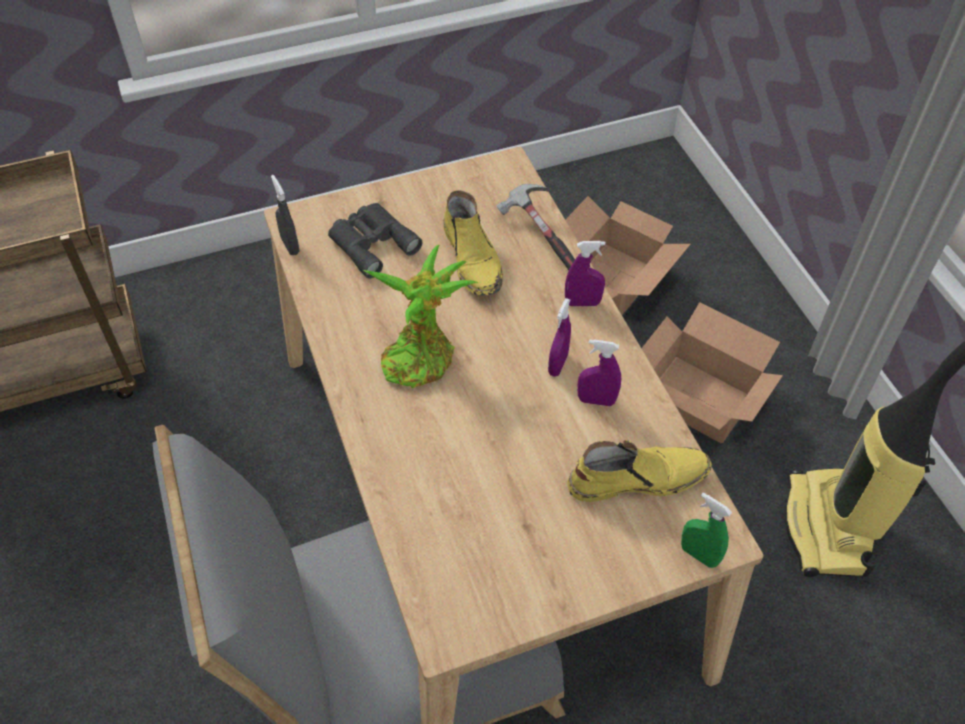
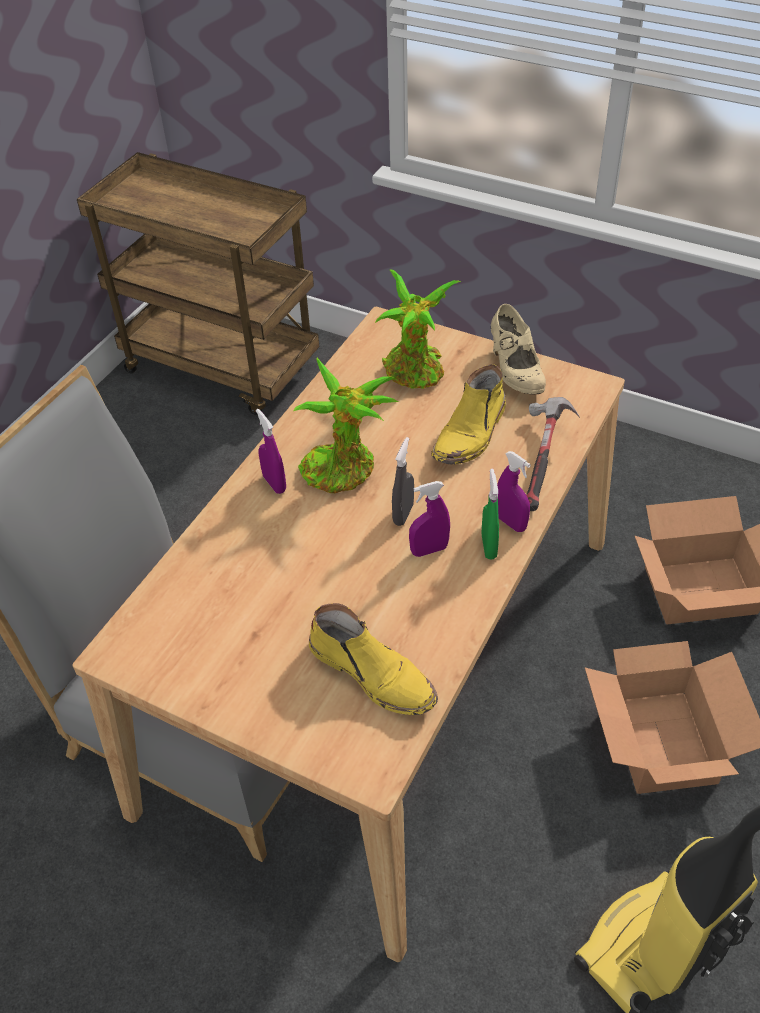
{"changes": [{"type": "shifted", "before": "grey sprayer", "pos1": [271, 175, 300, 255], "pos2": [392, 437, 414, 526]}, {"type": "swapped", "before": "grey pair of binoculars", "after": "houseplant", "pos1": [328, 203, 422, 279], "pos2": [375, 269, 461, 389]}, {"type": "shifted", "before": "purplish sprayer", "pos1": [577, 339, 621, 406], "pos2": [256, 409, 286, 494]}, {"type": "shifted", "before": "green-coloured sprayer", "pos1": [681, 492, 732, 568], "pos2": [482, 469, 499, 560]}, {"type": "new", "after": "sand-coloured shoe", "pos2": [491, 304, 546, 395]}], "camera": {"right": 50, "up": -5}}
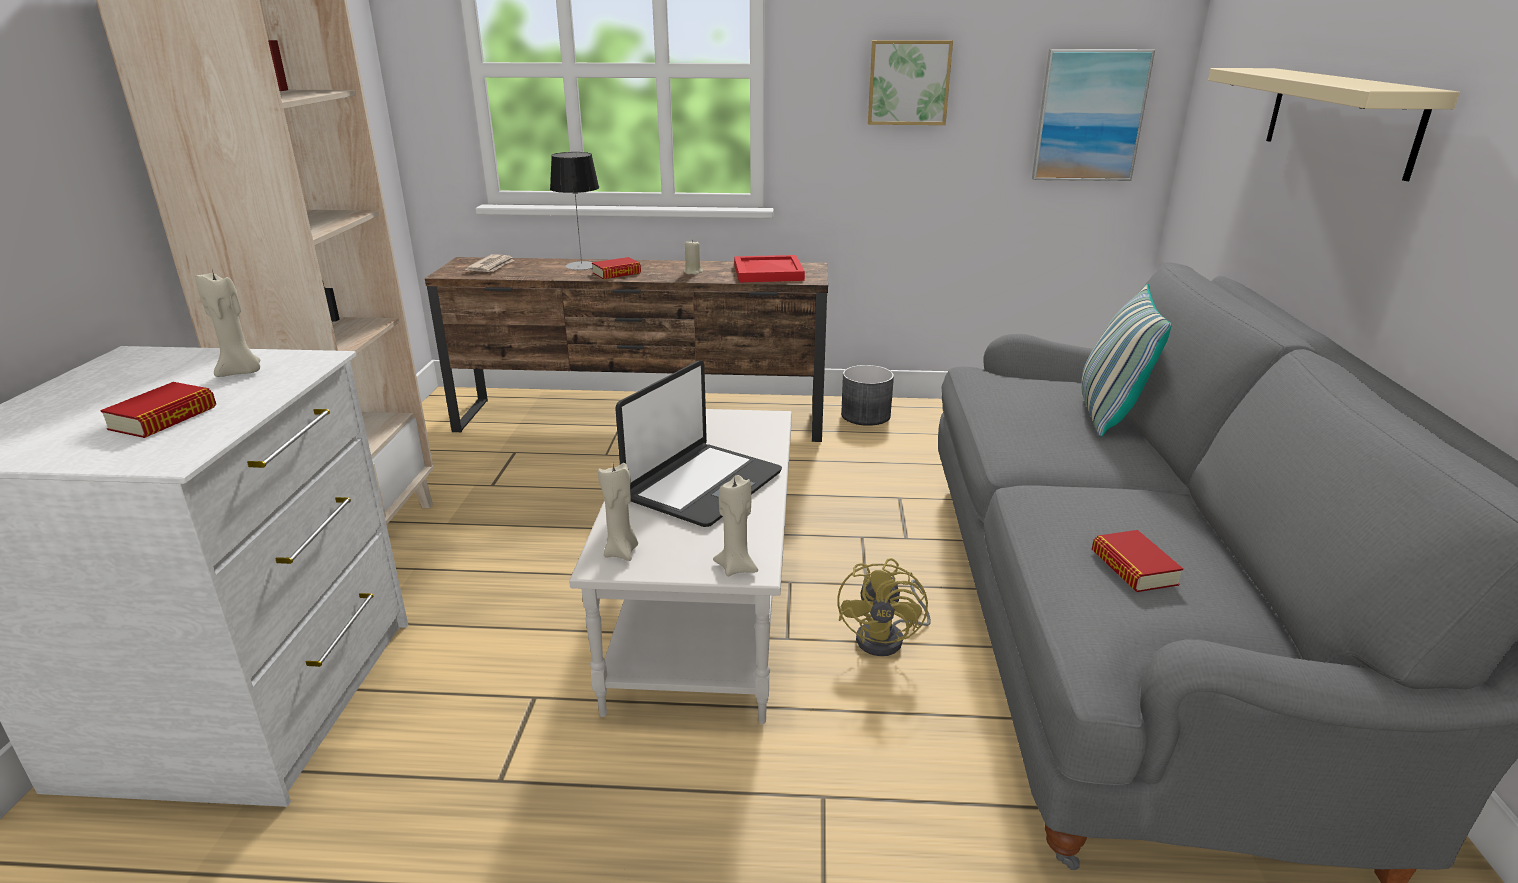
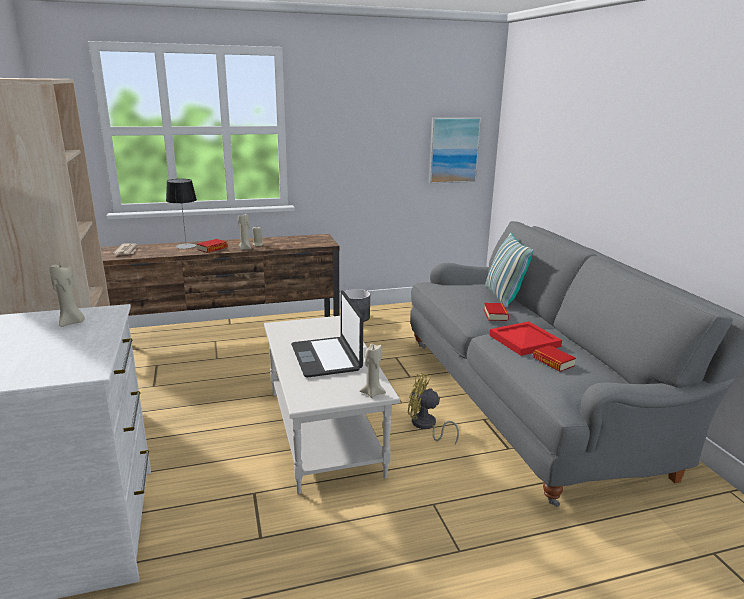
{"changes": [{"type": "gone", "before": "wall picture", "pos1": [868, 40, 953, 125]}, {"type": "gone", "before": "sand-coloured shelf", "pos1": [1208, 68, 1460, 181]}, {"type": "shifted", "before": "red-coloured tray", "pos1": [734, 255, 805, 283], "pos2": [489, 322, 562, 356]}, {"type": "rotated", "before": "laptop", "pos1": [615, 360, 782, 527], "pos2": [291, 291, 363, 377], "turn": 150}, {"type": "shifted", "before": "bound book", "pos1": [100, 382, 216, 438], "pos2": [484, 303, 509, 321]}, {"type": "shifted", "before": "sand-coloured wax light", "pos1": [598, 463, 638, 561], "pos2": [238, 214, 251, 250]}, {"type": "rotated", "before": "yellow-coloured electric fan", "pos1": [837, 558, 931, 656], "pos2": [408, 373, 459, 444], "turn": 120}], "camera": {"right": -20, "up": -5}}
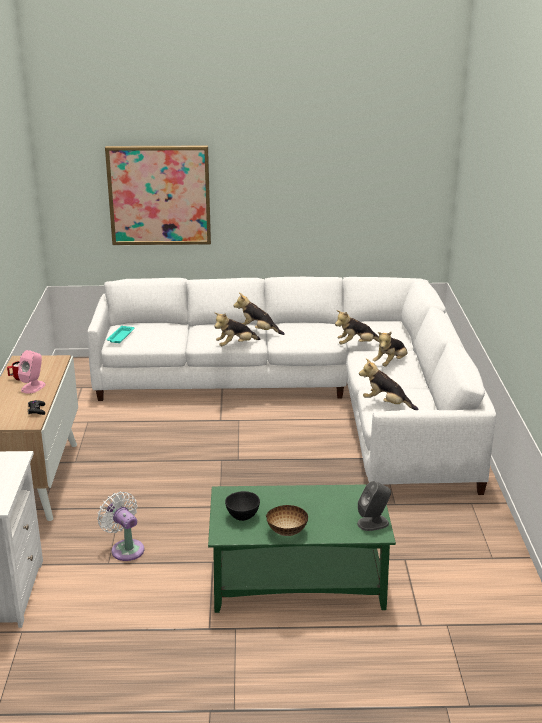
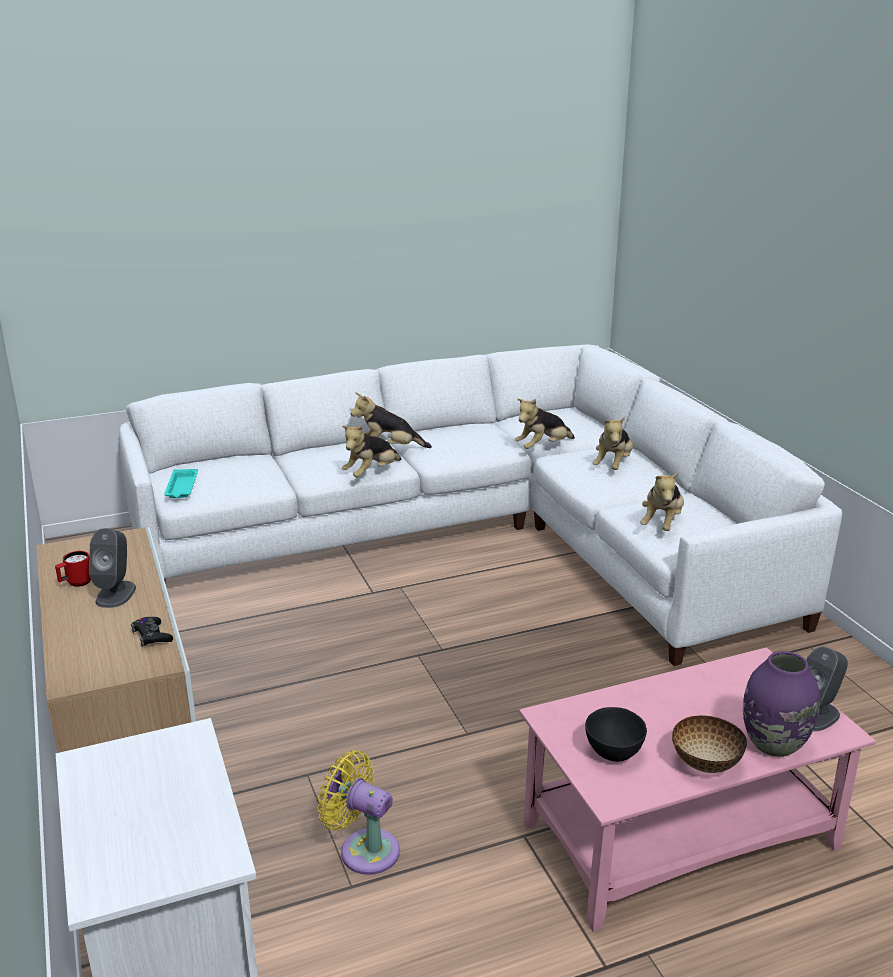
{"changes": [{"type": "gone", "before": "wall picture", "pos1": [105, 145, 211, 245]}, {"type": "repainted", "before": "pink audio speaker", "after": "grey audio speaker", "pos1": [18, 350, 46, 394], "pos2": [89, 528, 136, 608]}, {"type": "rotated", "before": "soft toy", "pos1": [359, 358, 418, 410], "pos2": [640, 471, 684, 531], "turn": -75}, {"type": "repainted", "before": "green-coloured lounge table", "after": "pink lounge table", "pos1": [208, 484, 396, 613], "pos2": [519, 647, 876, 932]}, {"type": "repainted", "before": "white-coloured electric fan", "after": "yellow-coloured electric fan", "pos1": [97, 491, 144, 561], "pos2": [318, 750, 400, 875]}, {"type": "new", "after": "purplish flower vase", "pos2": [743, 651, 820, 757]}], "camera": {"right": -20, "up": 0}}
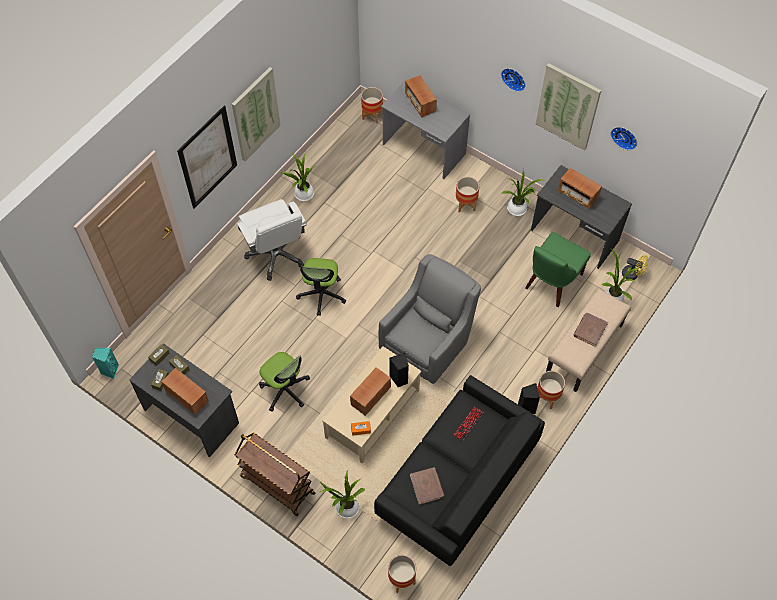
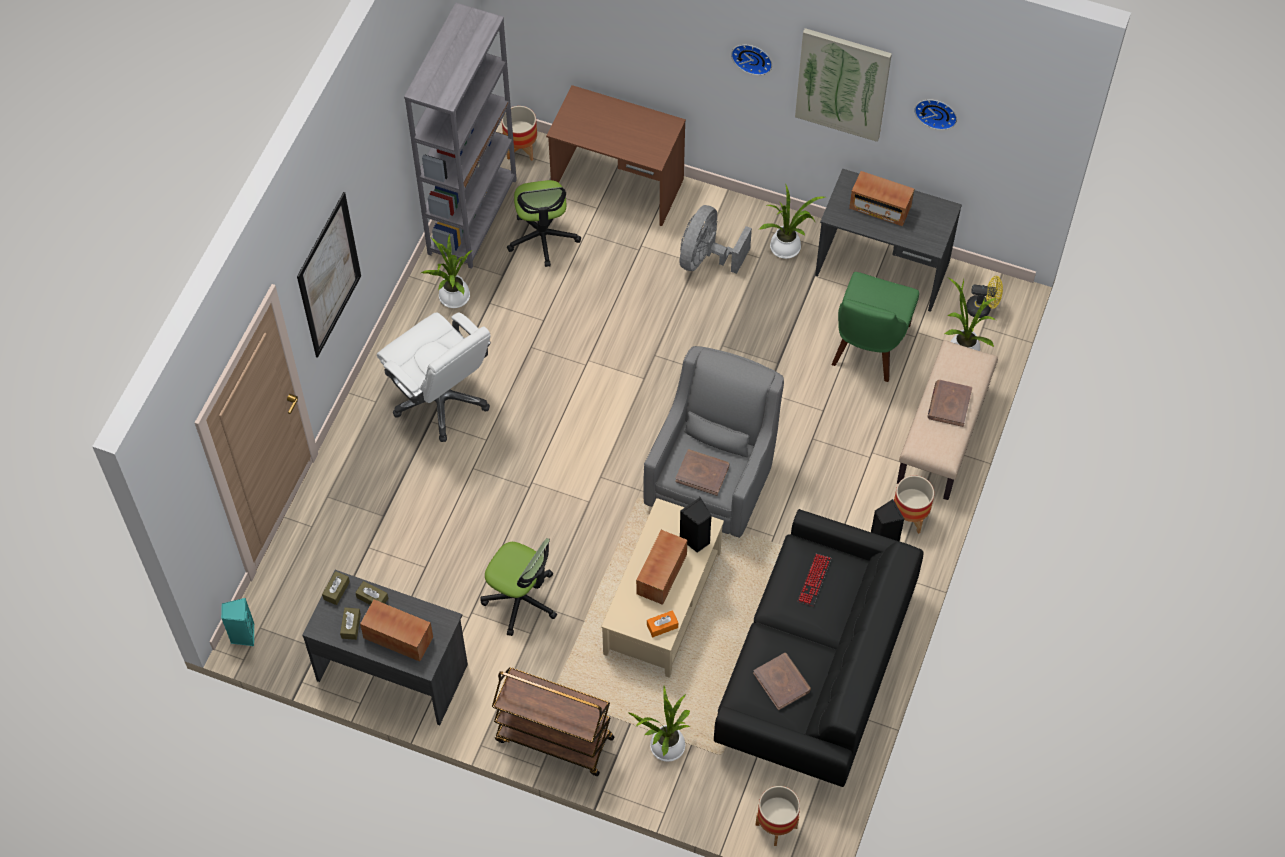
{"changes": [{"type": "gone", "before": "wall picture", "pos1": [232, 67, 281, 161]}, {"type": "gone", "before": "radio set", "pos1": [405, 75, 437, 117]}, {"type": "repainted", "before": "grey desk table", "after": "brown-coloured desk table", "pos1": [381, 79, 470, 179], "pos2": [546, 85, 686, 226]}, {"type": "swapped", "before": "plant pot", "after": "grey electric fan", "pos1": [456, 177, 479, 213], "pos2": [680, 205, 752, 274]}, {"type": "shifted", "before": "desk chair", "pos1": [296, 258, 346, 316], "pos2": [507, 180, 581, 267]}, {"type": "new", "after": "grey bookshelf", "pos2": [404, 3, 517, 269]}, {"type": "new", "after": "brown-coloured bound book", "pos2": [675, 449, 730, 496]}], "camera": {"right": -15, "up": 0}}
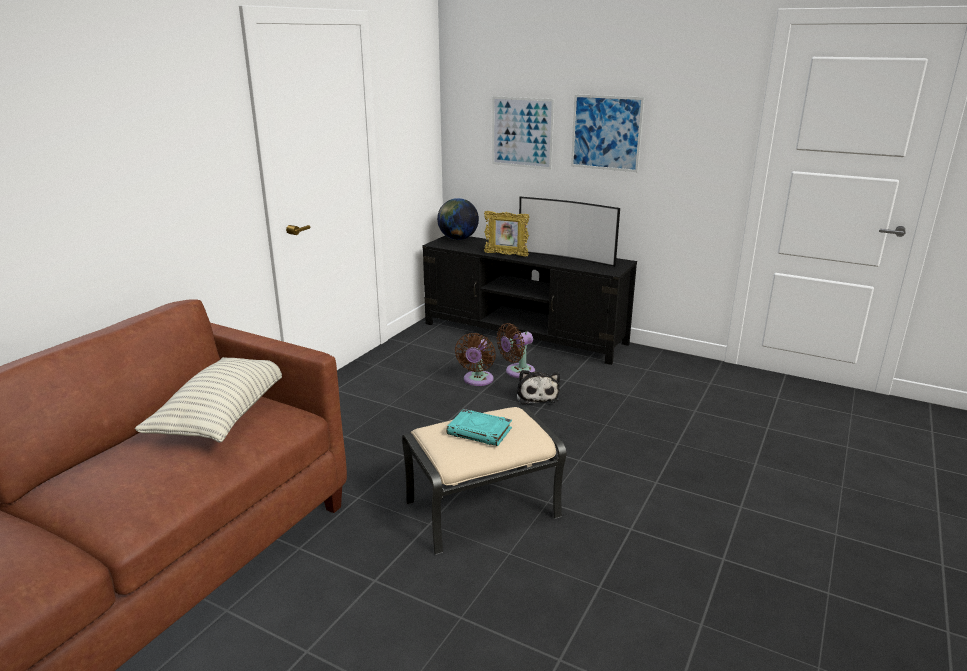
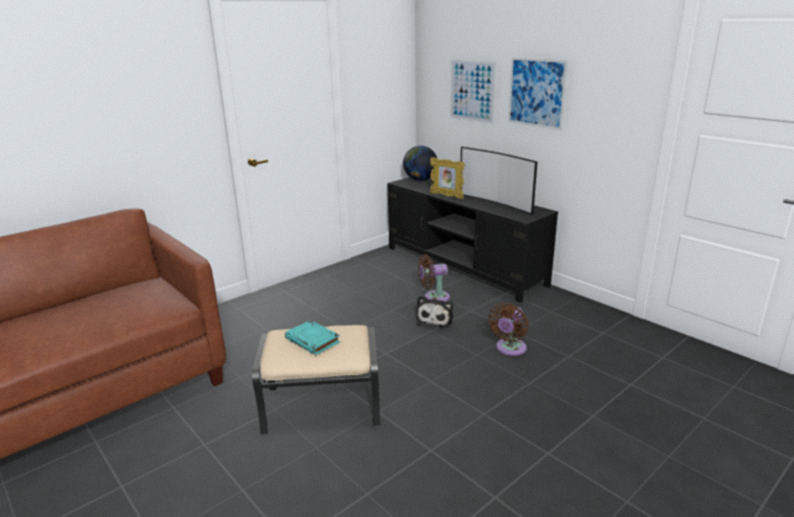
{"changes": [{"type": "shifted", "before": "brown-coloured electric fan", "pos1": [455, 333, 496, 386], "pos2": [488, 303, 529, 356]}, {"type": "gone", "before": "throw pillow", "pos1": [135, 357, 282, 443]}], "camera": {"right": 20, "up": 0}}
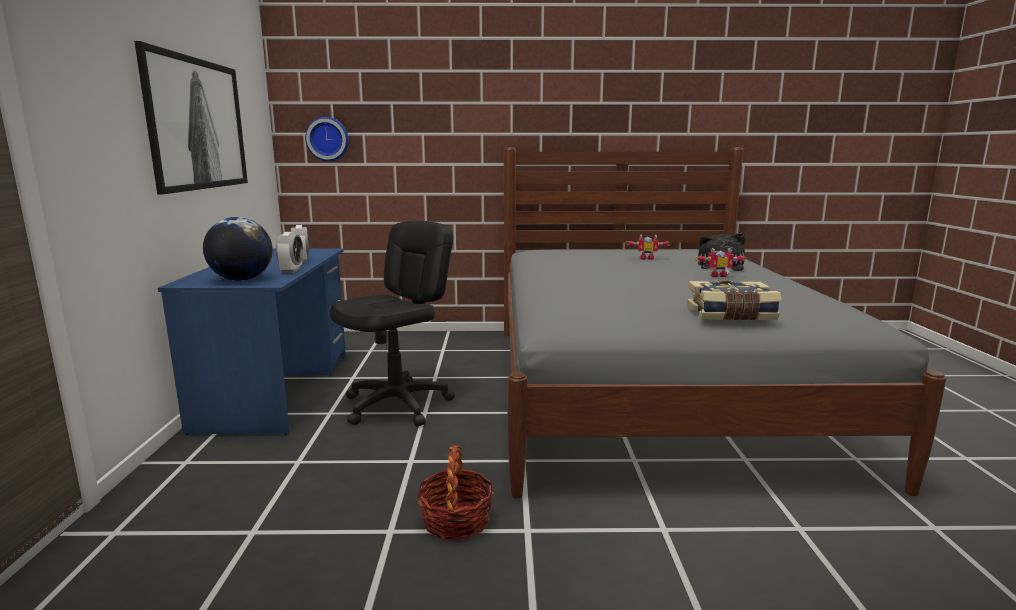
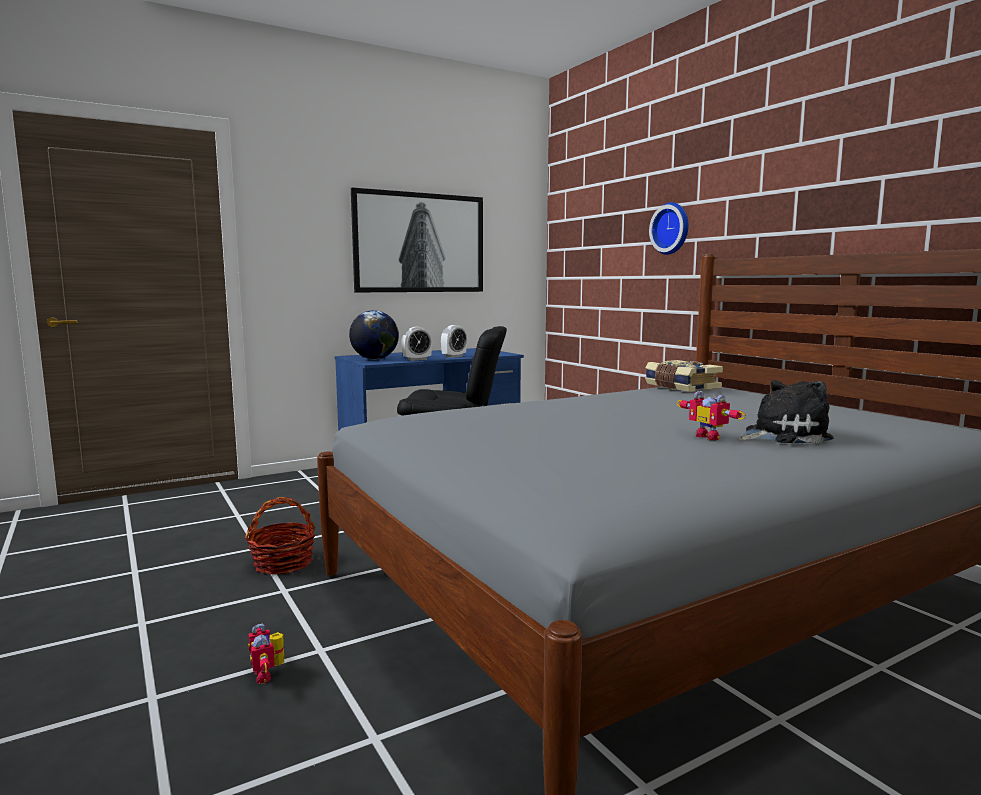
{"changes": [{"type": "shifted", "before": "hanging clock", "pos1": [305, 117, 349, 161], "pos2": [649, 202, 688, 255]}, {"type": "shifted", "before": "model robot", "pos1": [625, 234, 671, 260], "pos2": [248, 624, 284, 683]}, {"type": "shifted", "before": "bound book", "pos1": [687, 280, 782, 321], "pos2": [645, 360, 723, 392]}], "camera": {"right": 60, "up": -5}}
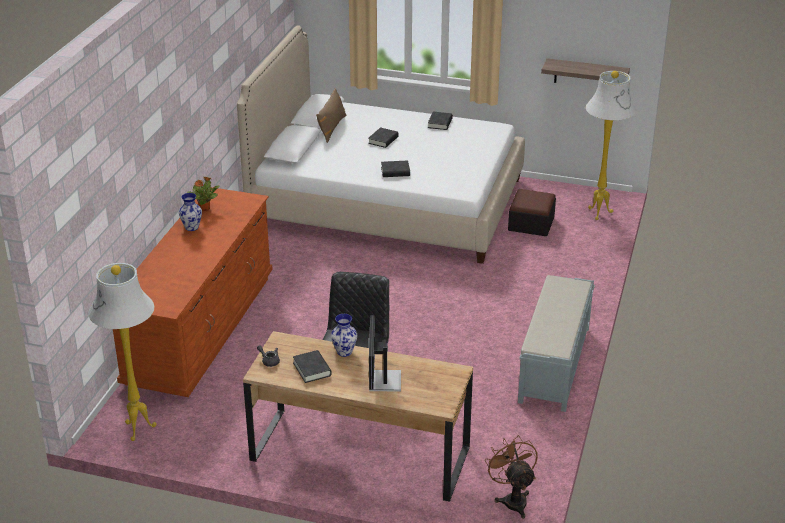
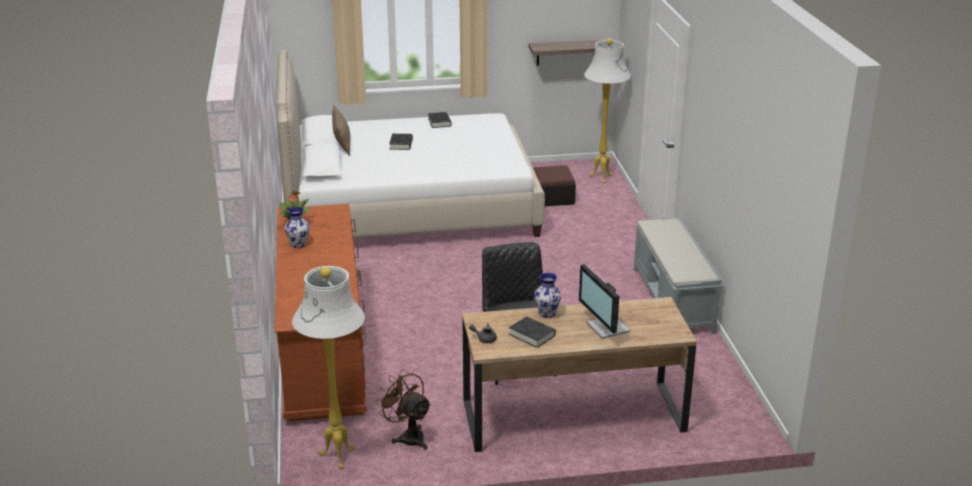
{"changes": [{"type": "gone", "before": "black-coloured bound book", "pos1": [381, 160, 410, 177]}, {"type": "shifted", "before": "brown-coloured electric fan", "pos1": [485, 435, 538, 518], "pos2": [376, 369, 431, 450]}], "camera": {"right": -25, "up": -5}}
